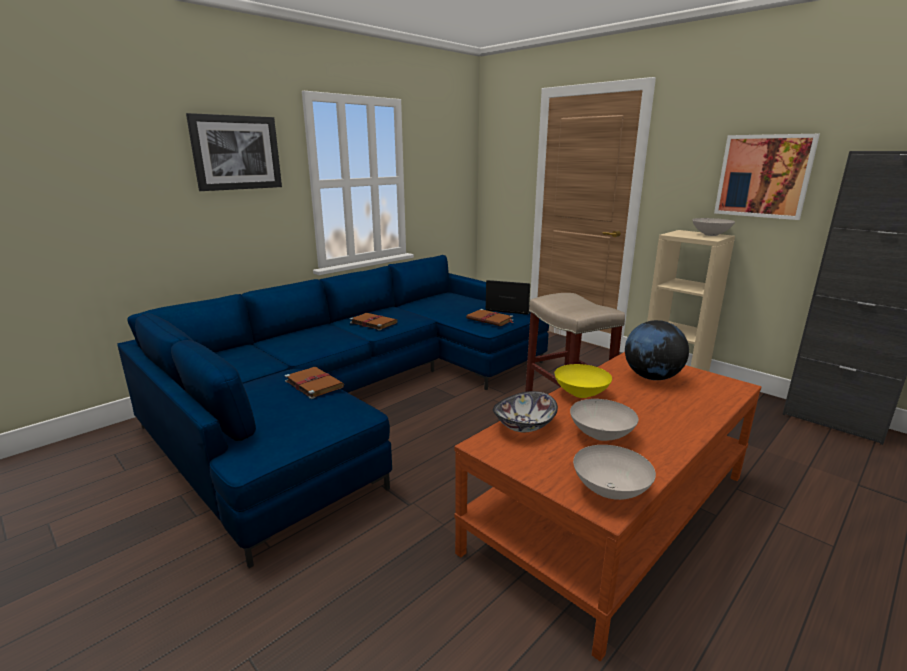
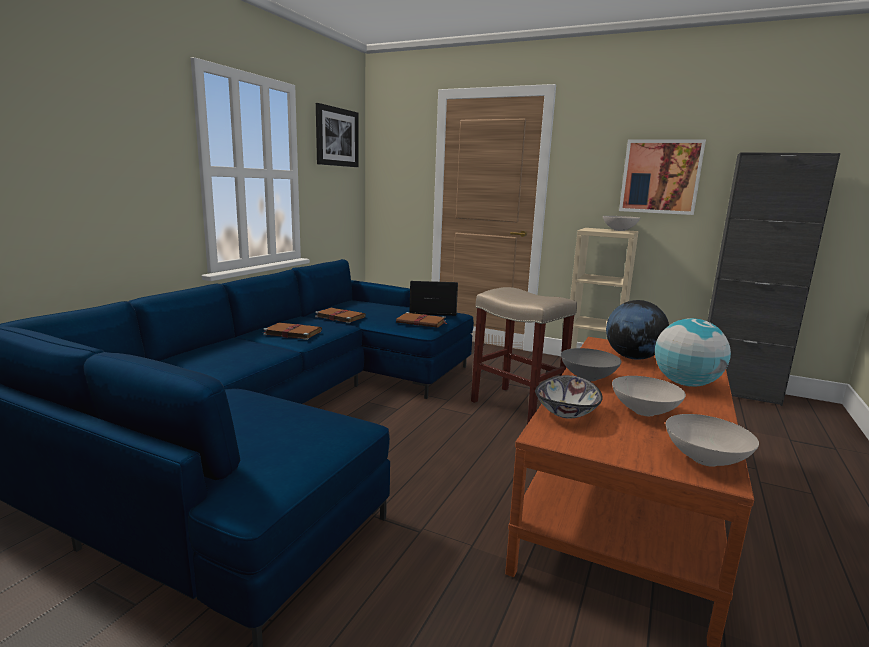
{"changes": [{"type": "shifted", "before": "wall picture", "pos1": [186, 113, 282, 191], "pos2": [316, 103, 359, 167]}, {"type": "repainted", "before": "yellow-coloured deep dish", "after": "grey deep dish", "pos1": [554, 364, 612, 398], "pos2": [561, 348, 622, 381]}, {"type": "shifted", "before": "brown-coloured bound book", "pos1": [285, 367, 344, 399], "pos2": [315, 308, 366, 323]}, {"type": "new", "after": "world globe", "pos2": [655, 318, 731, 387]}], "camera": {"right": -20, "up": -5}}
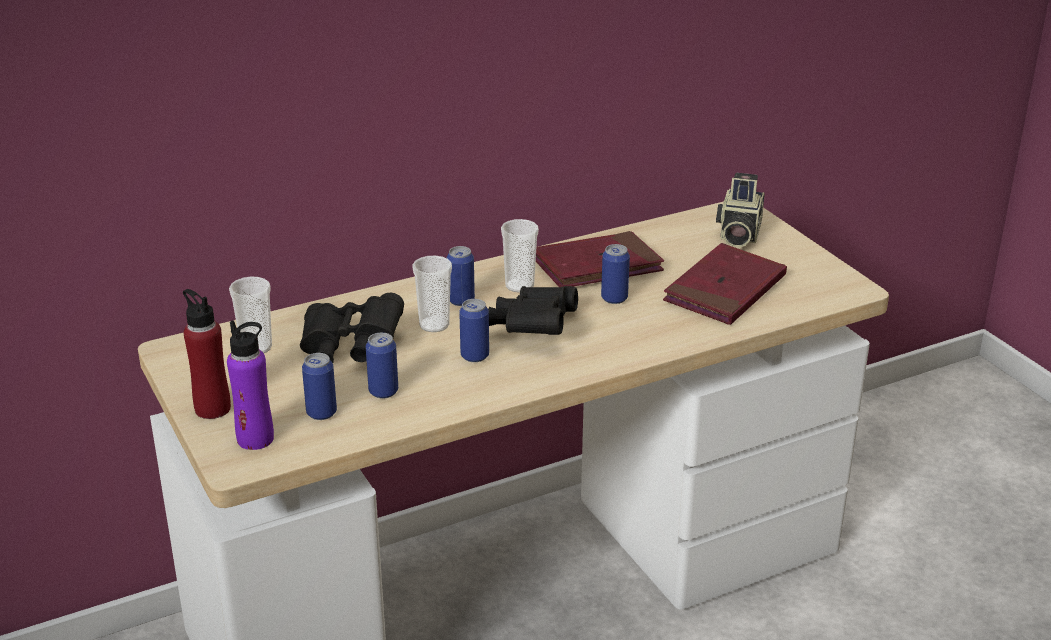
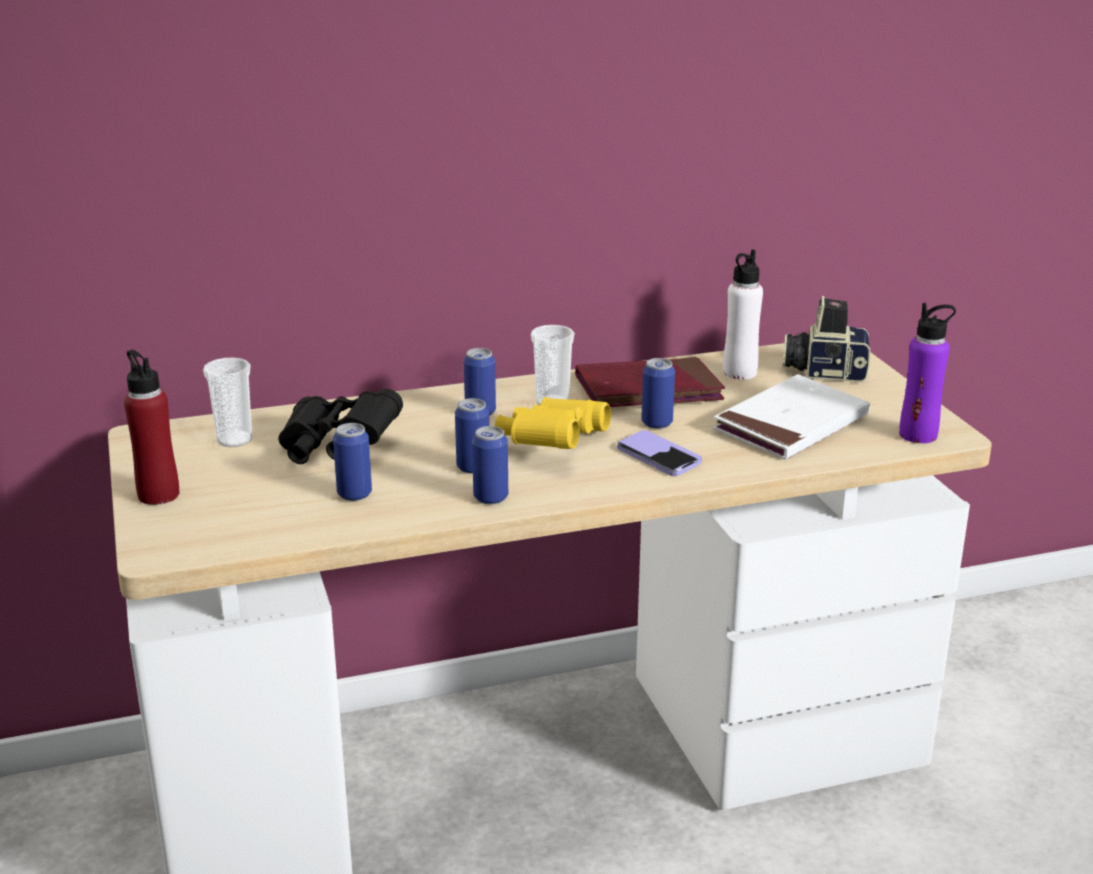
{"changes": [{"type": "rotated", "before": "photo camera", "pos1": [716, 173, 765, 248], "pos2": [783, 296, 871, 382], "turn": 75}, {"type": "repainted", "before": "red-coloured bound book", "after": "white-coloured bound book", "pos1": [663, 243, 787, 325], "pos2": [713, 374, 870, 460]}, {"type": "gone", "before": "drinking cup", "pos1": [412, 256, 452, 332]}, {"type": "repainted", "before": "black-coloured pair of binoculars", "after": "yellow-coloured pair of binoculars", "pos1": [488, 286, 578, 335], "pos2": [495, 397, 611, 449]}, {"type": "shifted", "before": "purplish bottle", "pos1": [227, 321, 274, 450], "pos2": [899, 303, 956, 443]}, {"type": "shifted", "before": "can", "pos1": [302, 353, 337, 420], "pos2": [472, 426, 508, 504]}, {"type": "new", "after": "white-coloured bottle", "pos2": [723, 249, 763, 380]}, {"type": "new", "after": "handset", "pos2": [617, 430, 702, 476]}], "camera": {"right": 10, "up": -5}}
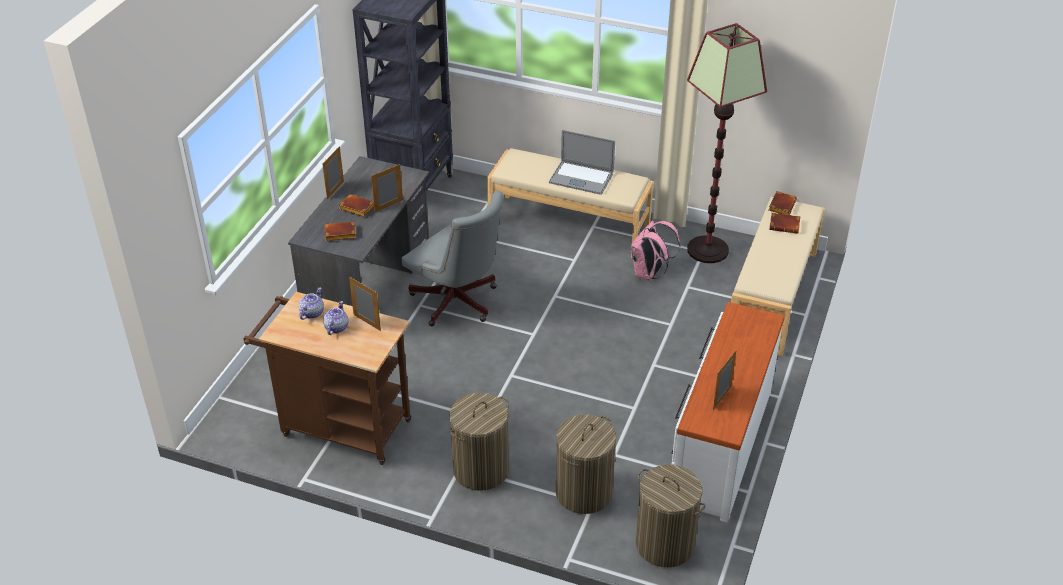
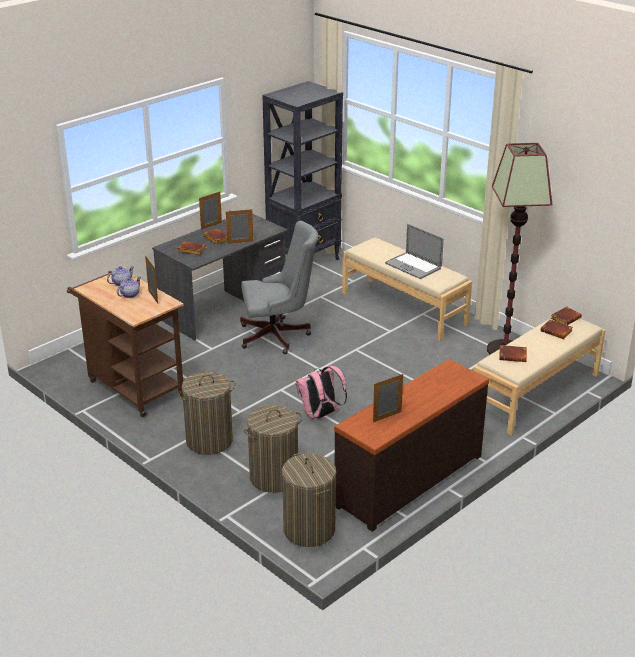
{"changes": [{"type": "rotated", "before": "grey desk chair", "pos1": [401, 190, 504, 326], "pos2": [240, 221, 318, 354], "turn": -75}, {"type": "shifted", "before": "pink knapsack", "pos1": [631, 220, 680, 281], "pos2": [296, 366, 347, 420]}, {"type": "repainted", "before": "white-coloured dresser", "after": "brown-coloured dresser", "pos1": [671, 302, 785, 523], "pos2": [334, 359, 489, 532]}, {"type": "new", "after": "brown-coloured bound book", "pos2": [499, 345, 527, 362]}], "camera": {"right": 25, "up": -10}}
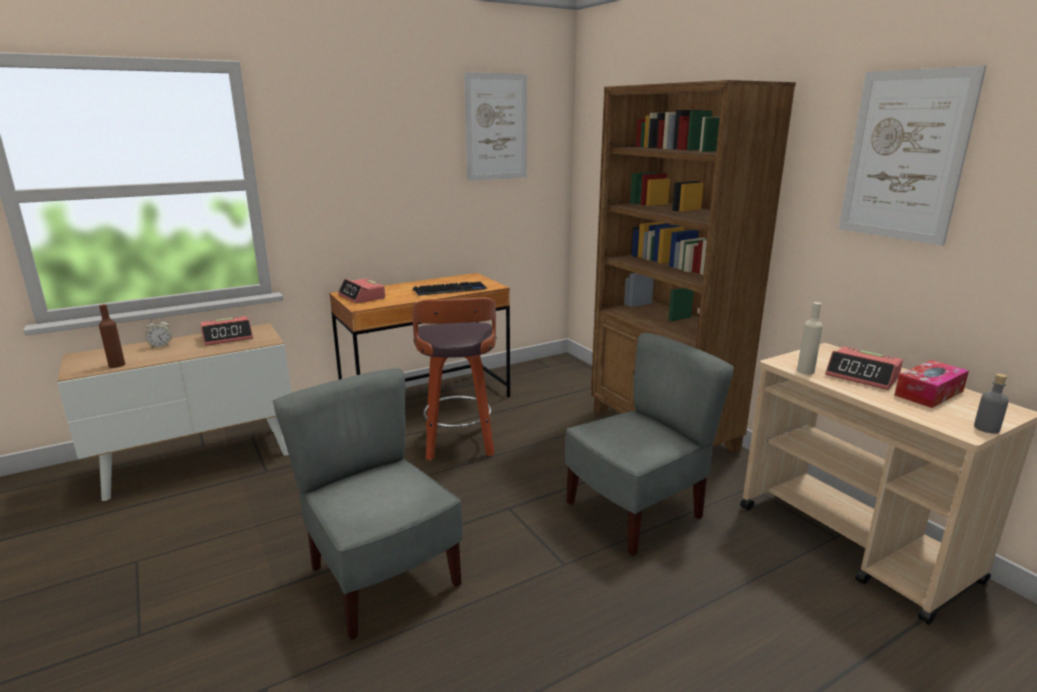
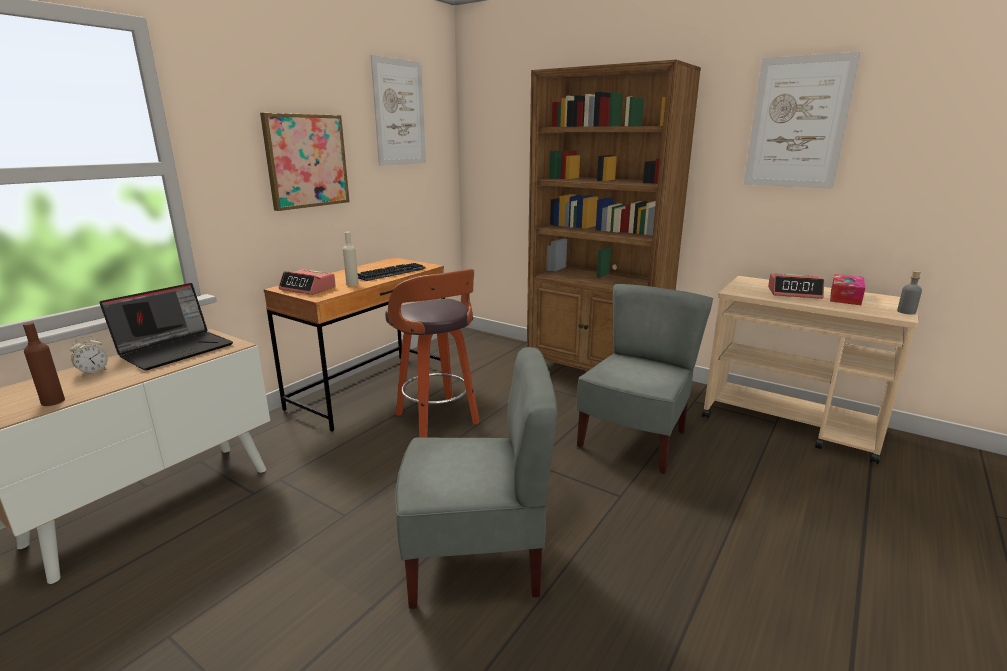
{"changes": [{"type": "shifted", "before": "sand-coloured bottle", "pos1": [797, 302, 823, 374], "pos2": [343, 232, 359, 286]}, {"type": "swapped", "before": "bedside clock", "after": "laptop", "pos1": [200, 316, 253, 346], "pos2": [99, 283, 233, 370]}, {"type": "rotated", "before": "grey chair", "pos1": [273, 368, 462, 640], "pos2": [395, 347, 557, 609], "turn": 150}, {"type": "new", "after": "wall picture", "pos2": [260, 113, 350, 211]}], "camera": {"right": -25, "up": 0}}
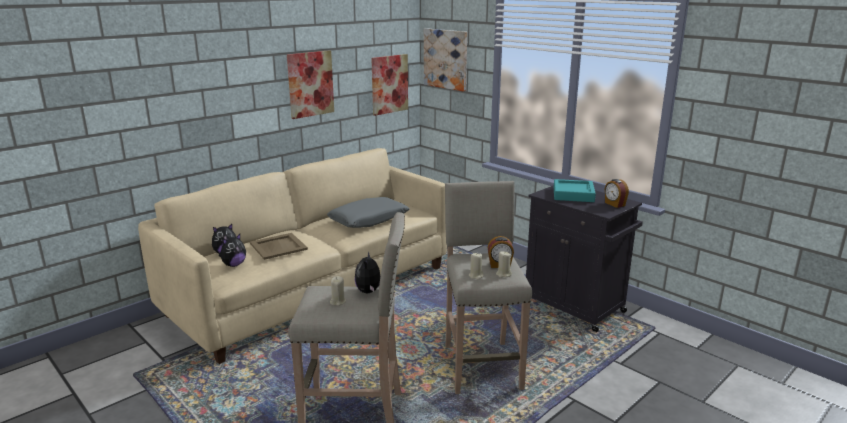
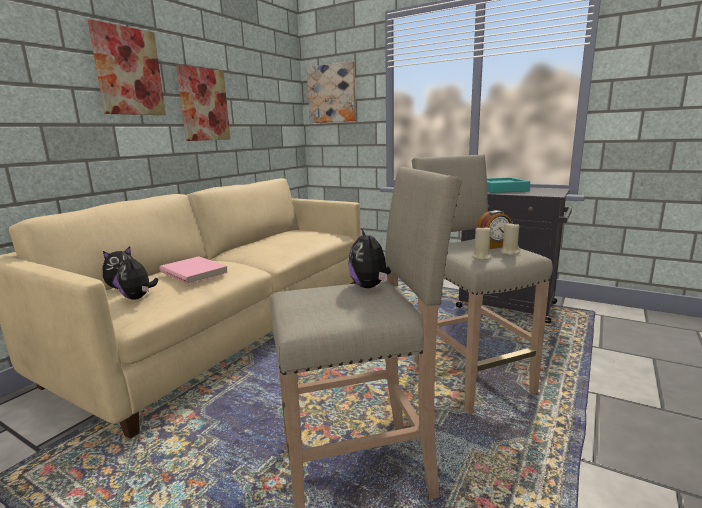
{"changes": [{"type": "shifted", "before": "wall picture", "pos1": [371, 54, 408, 116], "pos2": [88, 19, 166, 115]}, {"type": "gone", "before": "bedside clock", "pos1": [605, 179, 629, 208]}, {"type": "gone", "before": "grey throw pillow", "pos1": [327, 197, 409, 228]}, {"type": "swapped", "before": "sand-coloured tray", "after": "pink bound book", "pos1": [250, 233, 308, 260], "pos2": [159, 256, 228, 284]}, {"type": "rotated", "before": "soft toy", "pos1": [219, 234, 246, 267], "pos2": [117, 254, 158, 300], "turn": 120}, {"type": "gone", "before": "sand-coloured wax light", "pos1": [330, 276, 346, 306]}], "camera": {"right": -15, "up": -5}}
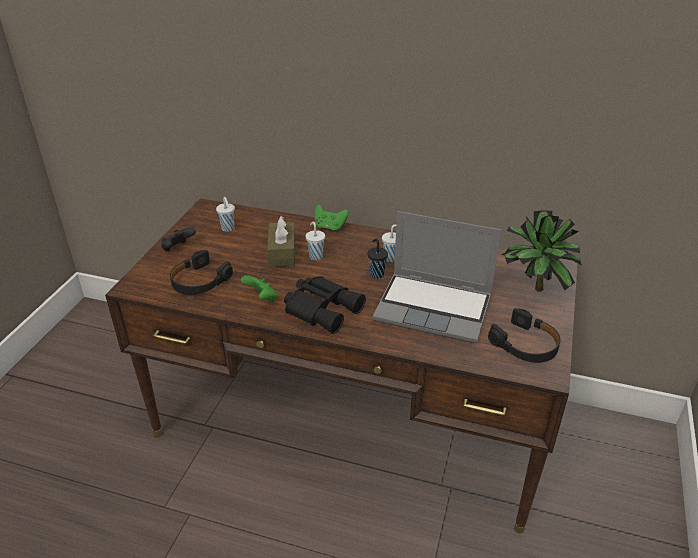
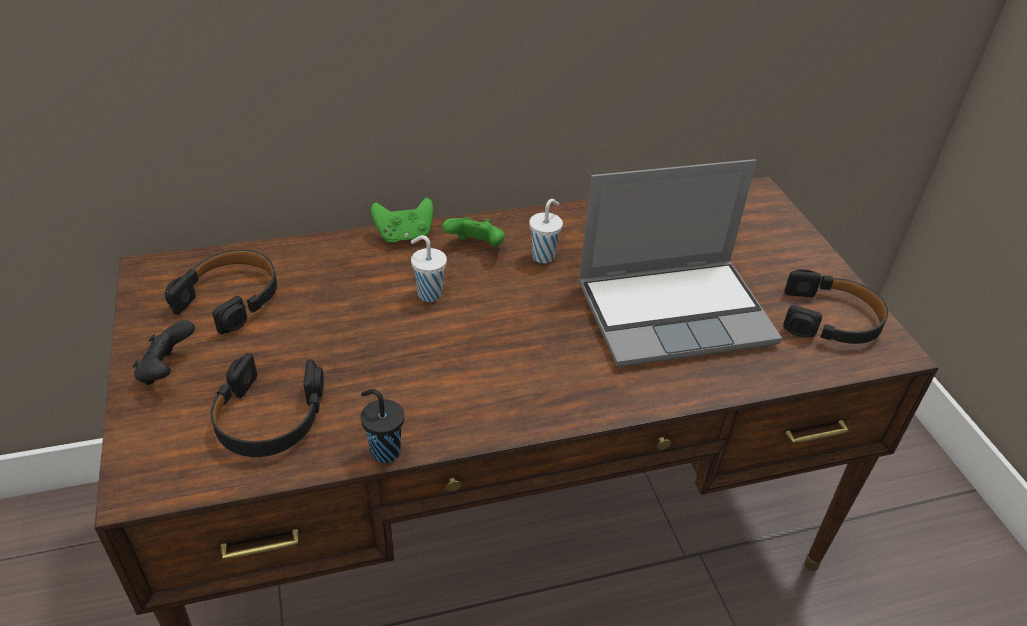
{"changes": [{"type": "swapped", "before": "white-coloured drinking cup", "after": "black-coloured headphones", "pos1": [216, 197, 235, 232], "pos2": [165, 250, 277, 334]}, {"type": "gone", "before": "houseplant", "pos1": [502, 210, 582, 292]}, {"type": "gone", "before": "brown-coloured tissue box", "pos1": [267, 216, 295, 267]}, {"type": "shifted", "before": "black-coloured drinking cup", "pos1": [368, 238, 388, 279], "pos2": [360, 389, 405, 463]}, {"type": "shifted", "before": "green-coloured joypad", "pos1": [241, 275, 278, 302], "pos2": [442, 217, 505, 247]}, {"type": "gone", "before": "black-coloured pair of binoculars", "pos1": [284, 276, 366, 334]}], "camera": {"right": -35, "up": 5}}
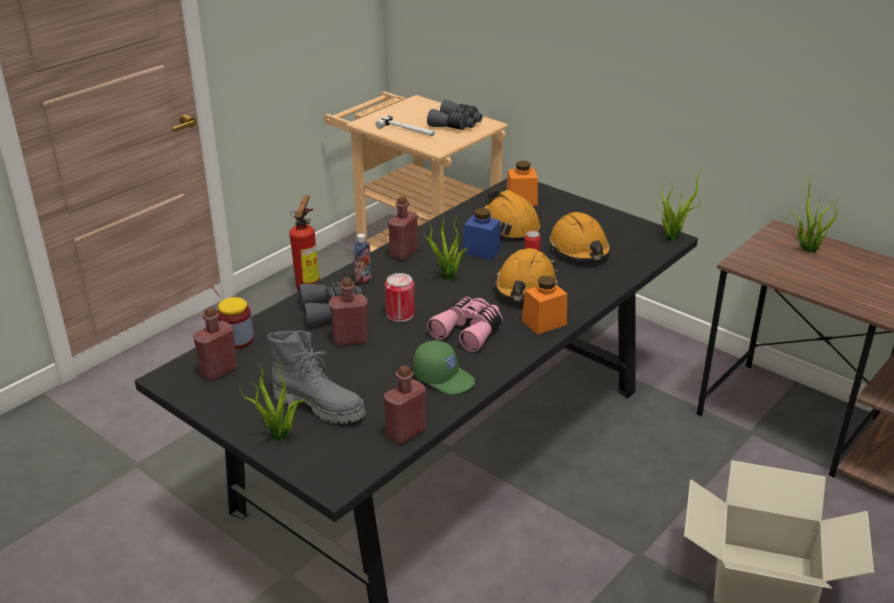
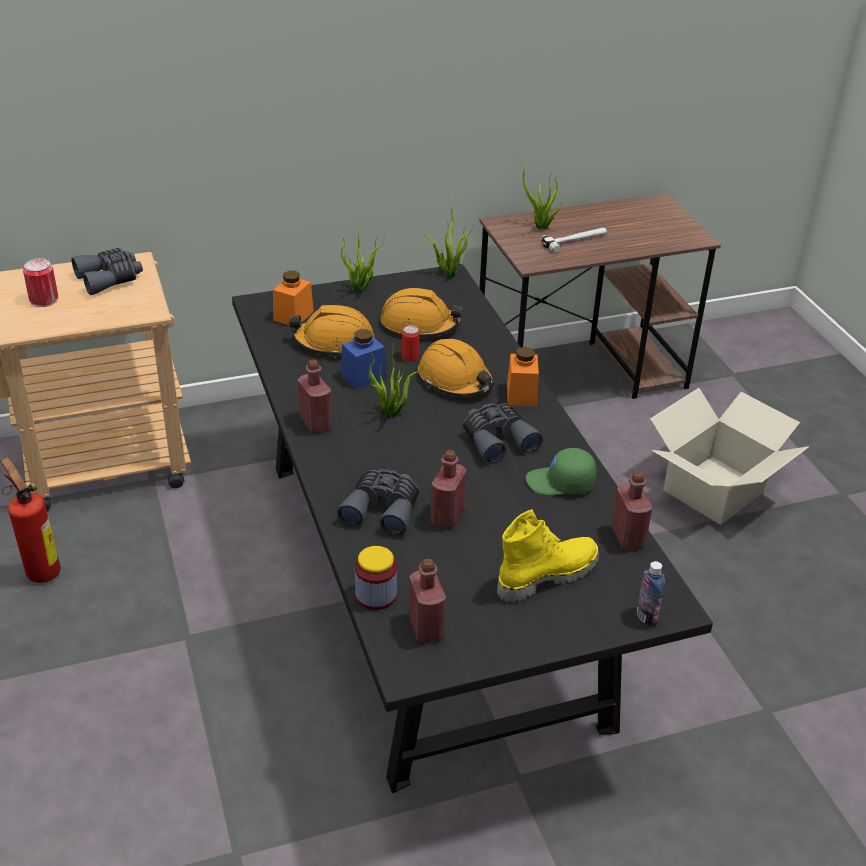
{"changes": [{"type": "shifted", "before": "hammer", "pos1": [376, 115, 435, 136], "pos2": [541, 228, 607, 253]}, {"type": "shifted", "before": "bottle", "pos1": [354, 234, 371, 286], "pos2": [636, 561, 665, 626]}, {"type": "shifted", "before": "can", "pos1": [385, 273, 415, 322], "pos2": [23, 258, 58, 307]}, {"type": "repainted", "before": "pink pair of binoculars", "after": "grey pair of binoculars", "pos1": [427, 297, 503, 352], "pos2": [462, 403, 543, 464]}, {"type": "repainted", "before": "grey high-top boot", "after": "yellow-coloured high-top boot", "pos1": [267, 331, 366, 424], "pos2": [497, 509, 599, 603]}, {"type": "rotated", "before": "green-coloured baseball cap", "pos1": [413, 340, 475, 395], "pos2": [526, 448, 597, 495], "turn": -150}, {"type": "shifted", "before": "houseplant", "pos1": [239, 361, 306, 440], "pos2": [341, 229, 385, 293]}], "camera": {"right": -60, "up": 5}}
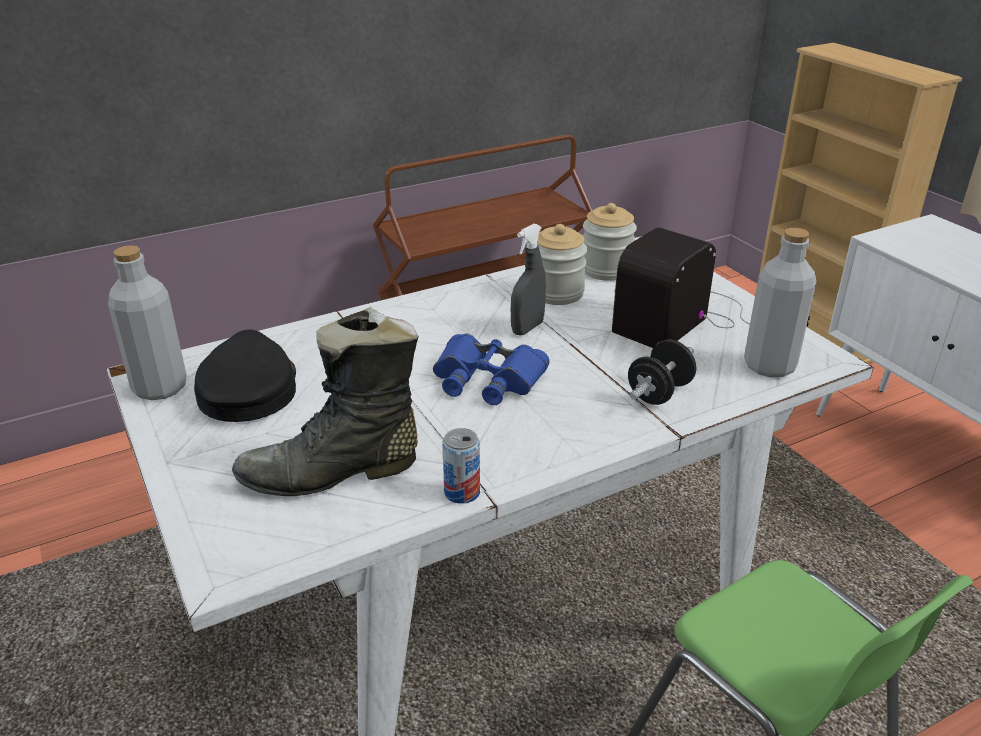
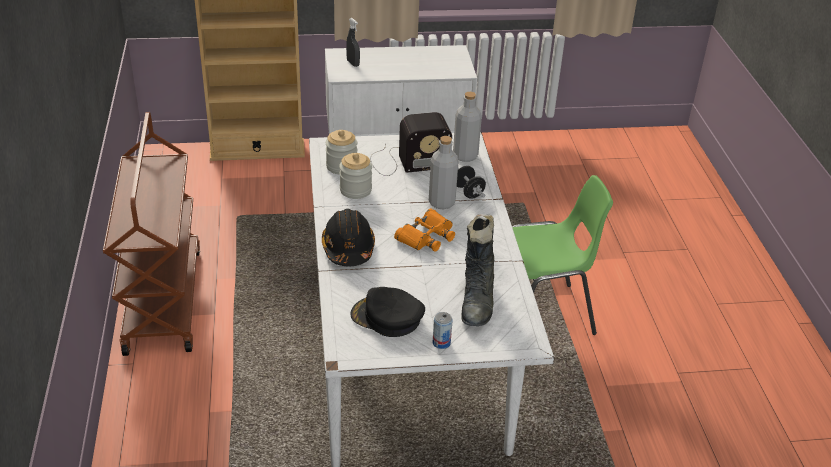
{"changes": [{"type": "shifted", "before": "grey sprayer", "pos1": [511, 224, 546, 336], "pos2": [346, 18, 360, 67]}, {"type": "rotated", "before": "radio set", "pos1": [612, 228, 750, 348], "pos2": [370, 112, 452, 176], "turn": -75}, {"type": "shifted", "before": "grey bottle", "pos1": [108, 245, 187, 400], "pos2": [429, 136, 459, 209]}, {"type": "repainted", "before": "blue-coloured pair of binoculars", "after": "orange-coloured pair of binoculars", "pos1": [433, 333, 550, 405], "pos2": [394, 209, 455, 252]}, {"type": "shifted", "before": "can", "pos1": [442, 428, 480, 504], "pos2": [432, 312, 453, 349]}, {"type": "new", "after": "black-coloured safety helmet", "pos2": [322, 209, 375, 266]}], "camera": {"right": -70, "up": 5}}
